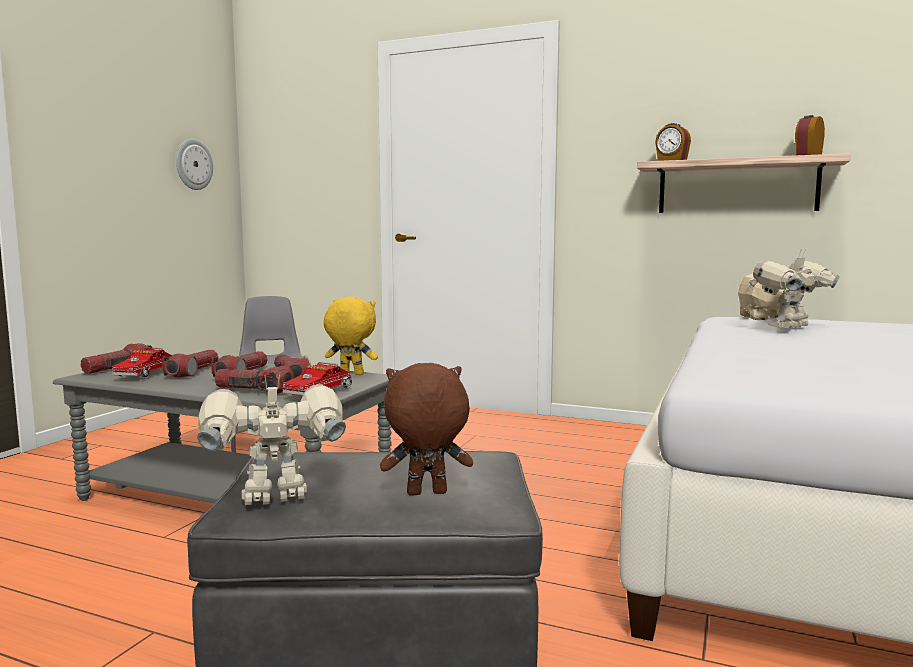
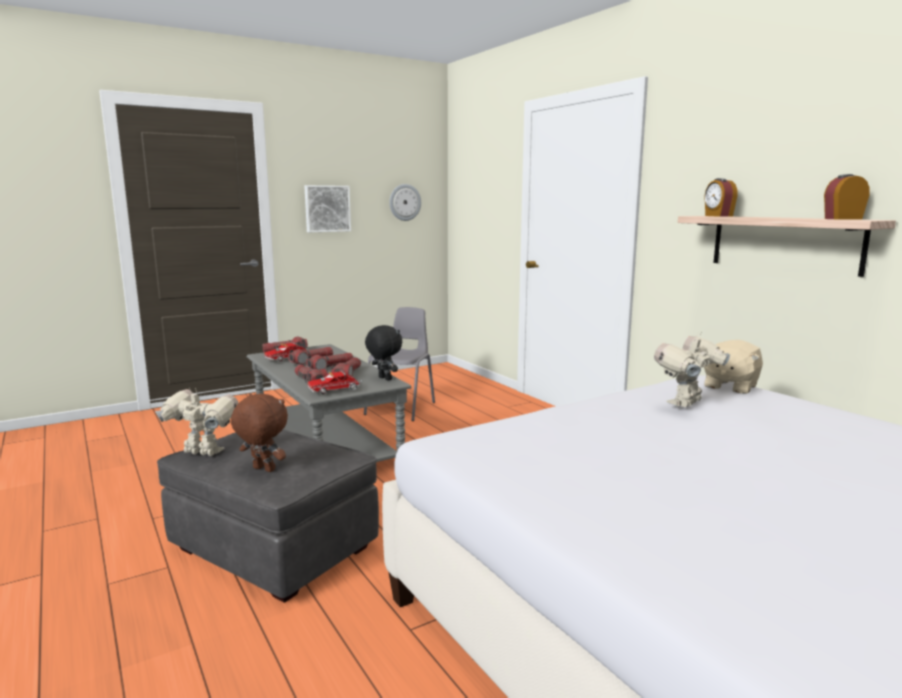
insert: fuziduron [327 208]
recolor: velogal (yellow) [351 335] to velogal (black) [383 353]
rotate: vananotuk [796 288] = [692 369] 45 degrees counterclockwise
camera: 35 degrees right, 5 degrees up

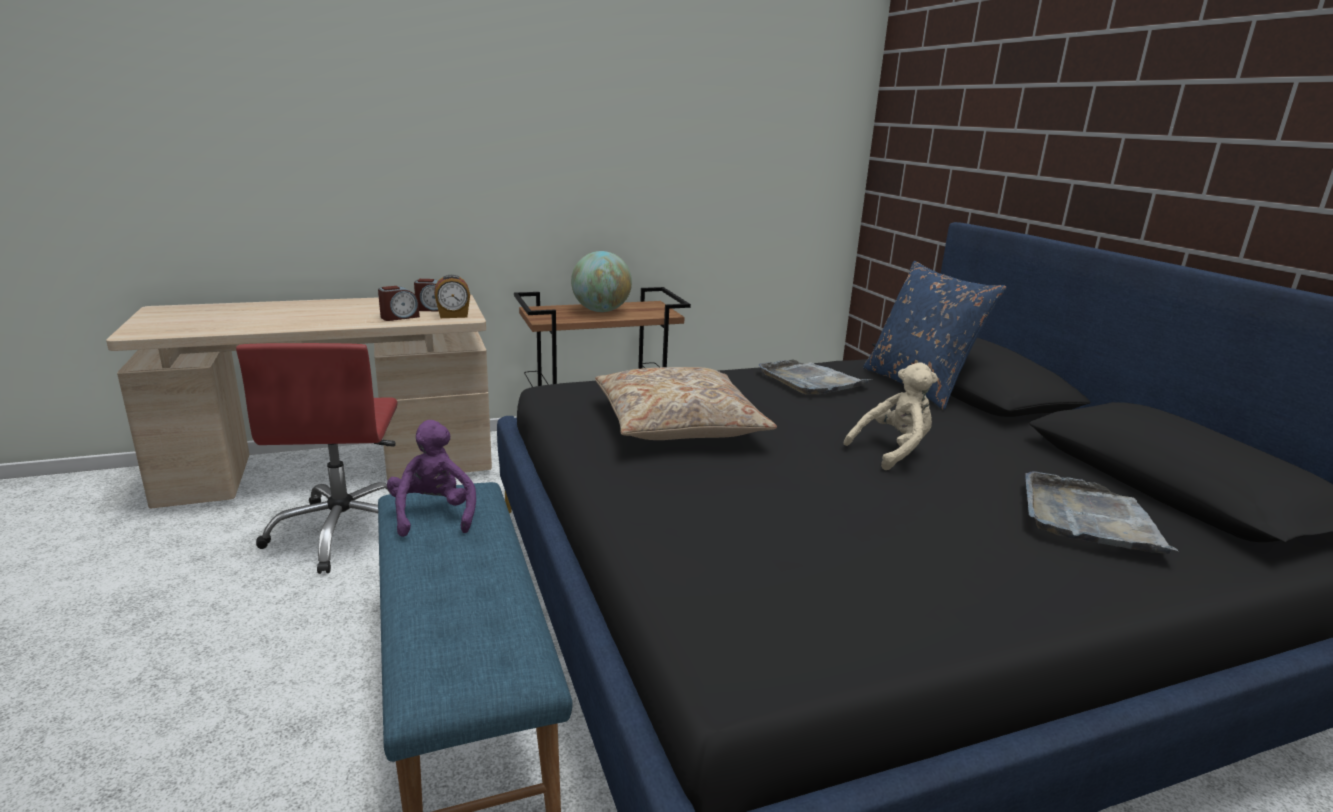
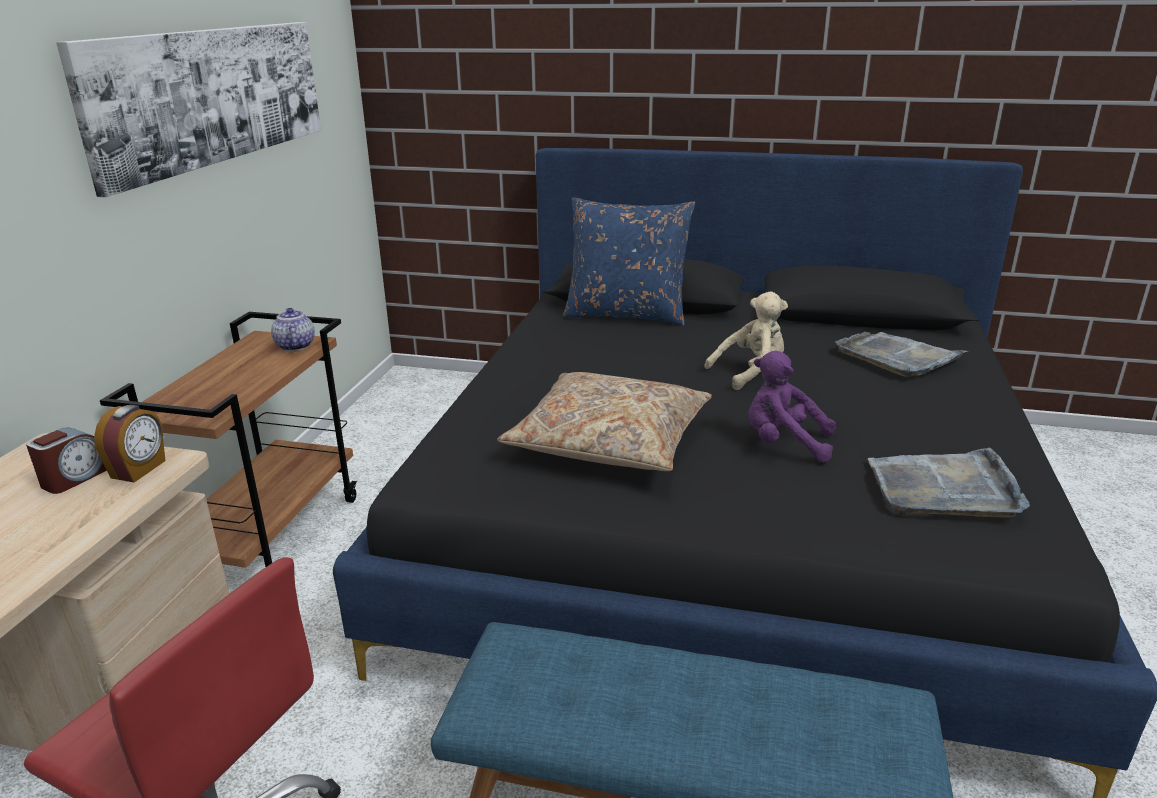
delete: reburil [399 303]; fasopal [601 281]
insert: fuziduron [188 109]; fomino [293 329]
move: velogal (purple) [431 478] to [792 406]; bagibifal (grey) [815 377] to [949 482]
rotate: velogal (beige) [891 416] = [746 340] 60 degrees clockwise
camera: 55 degrees left, 5 degrees up

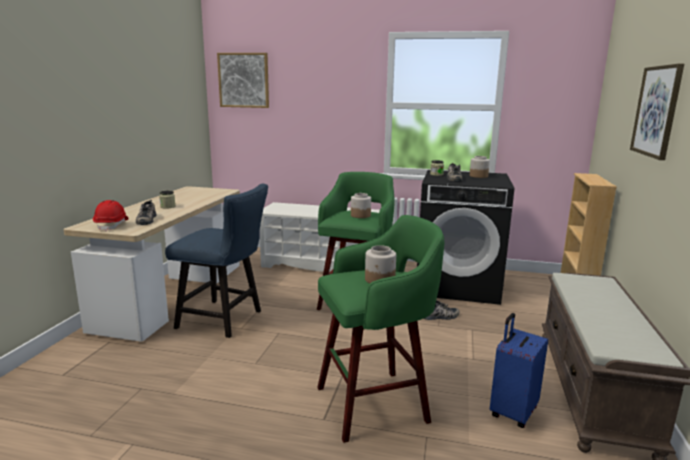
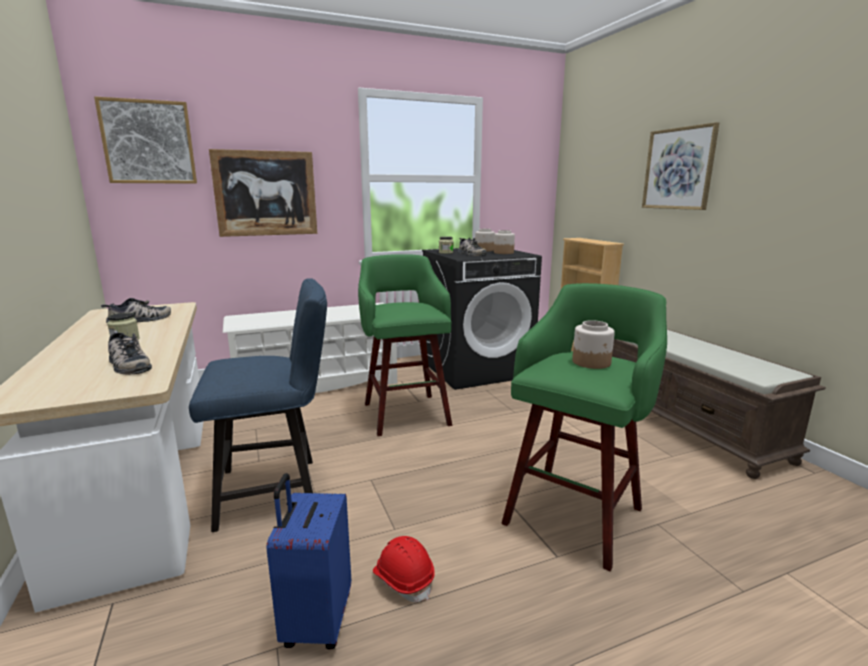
insert: fuziduron [263 193]
move: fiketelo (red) [110 215] to [404 569]; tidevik [361 205] to [504 242]; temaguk [441 310] to [136 310]; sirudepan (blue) [519 370] to [308 561]
camera: 35 degrees left, 0 degrees up

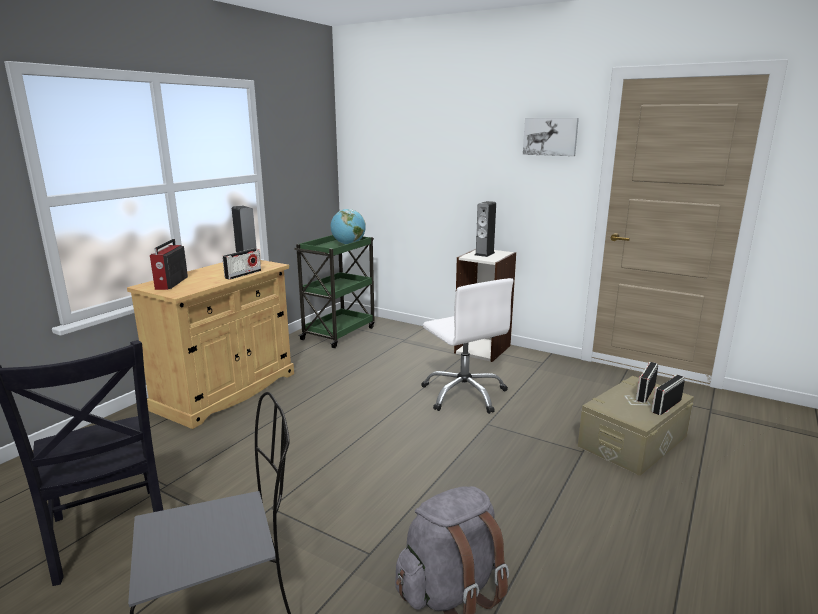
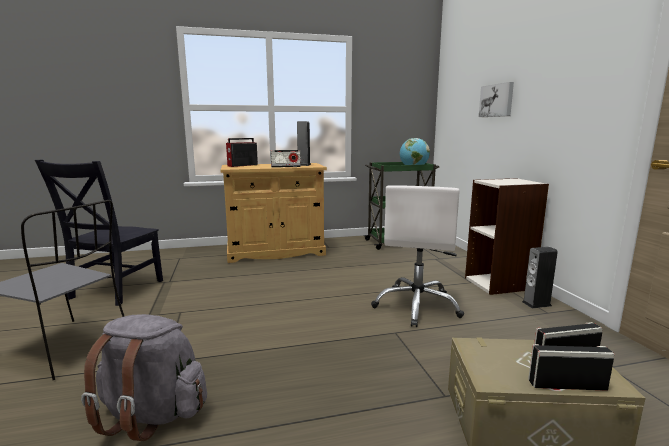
move: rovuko [485 229] to [540 277]; fuziduron [551 137] to [496 99]
camera: 45 degrees right, 5 degrees down

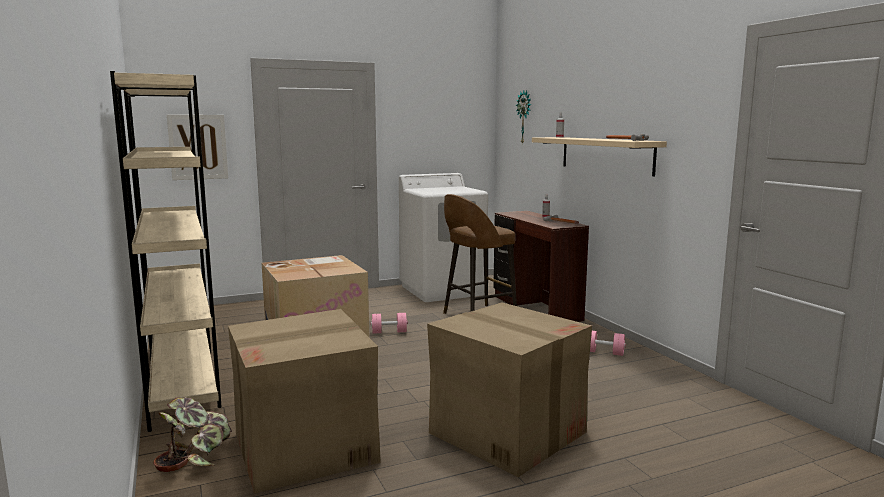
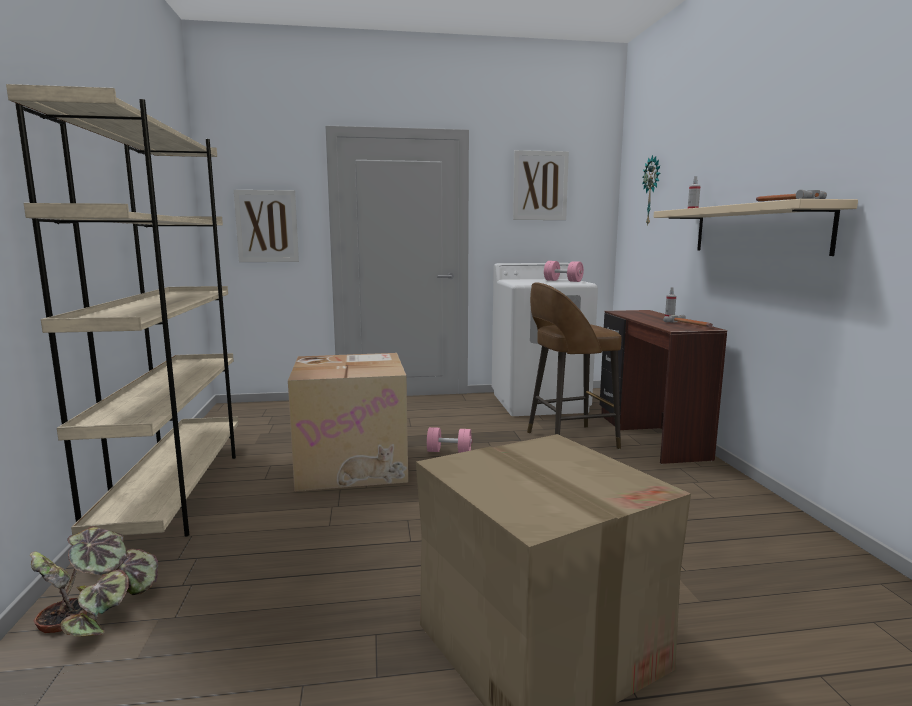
delete: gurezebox [304 401]
insert: fuziduron [541 185]
move: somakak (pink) [608 343] to [564 271]
camera: 15 degrees right, 0 degrees up

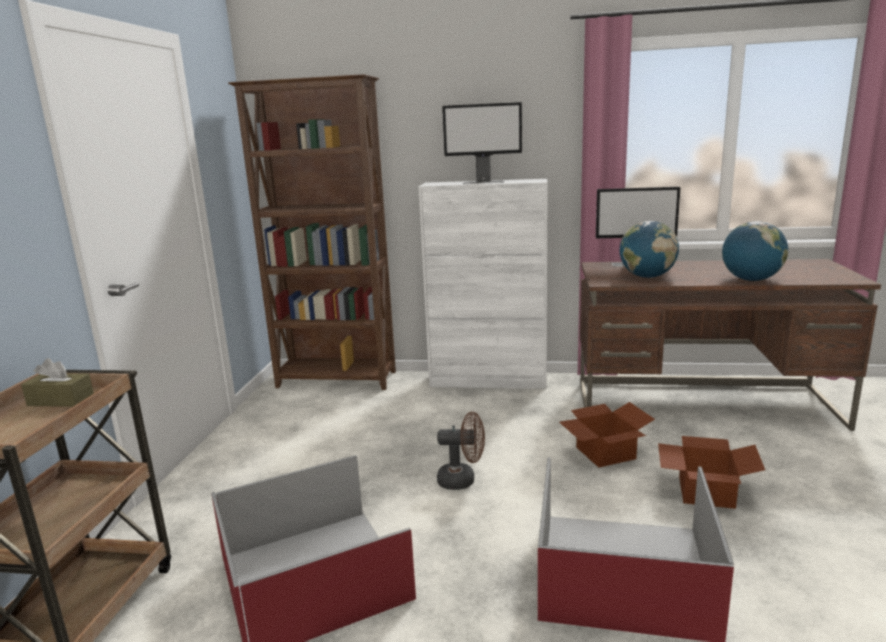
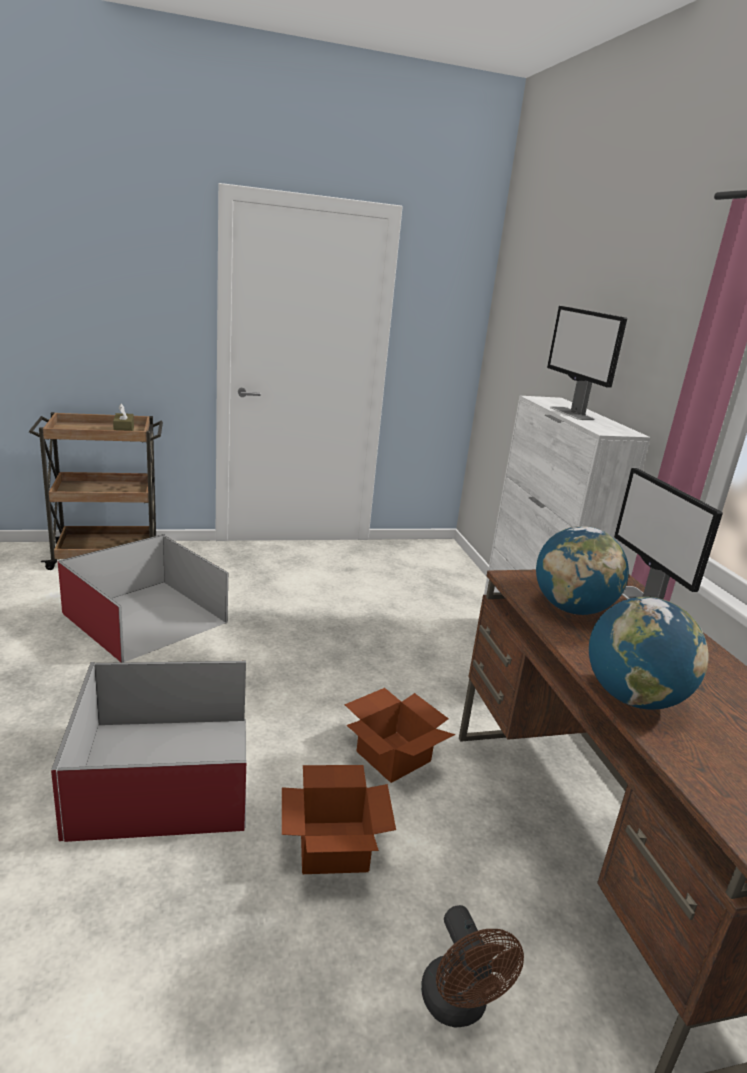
delete: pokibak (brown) [312 232]
move: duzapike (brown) [461 451] to [472 966]
camera: 65 degrees right, 5 degrees up

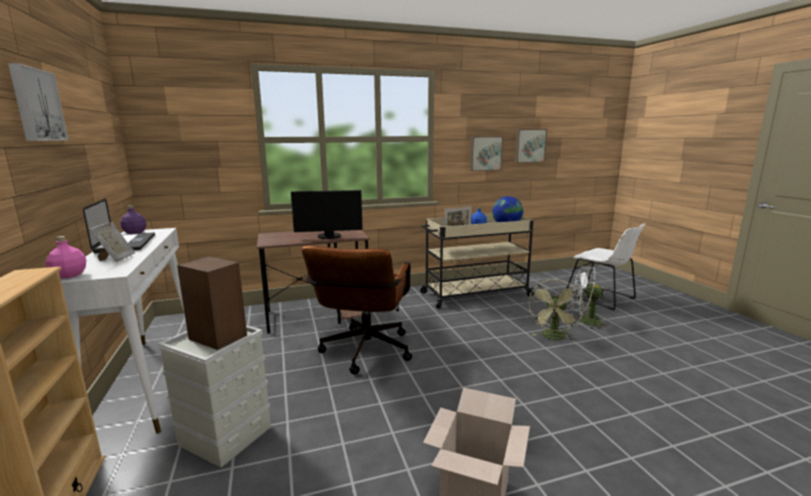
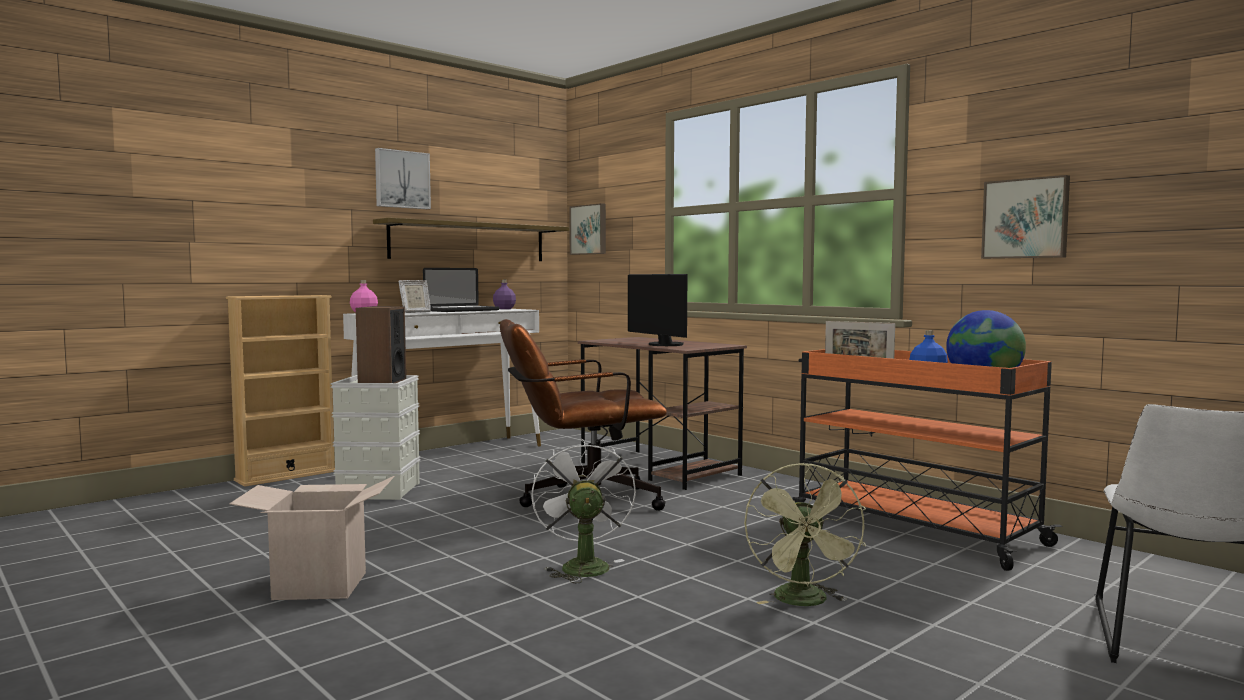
insert: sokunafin [471 239]
move: fuziduron [531 146] to [587 229]; duzapike (white) [590 297] to [584 511]
recolor: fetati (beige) [477 261] to fetati (orange) [927 460]
rotate: duzapike (green) [556 310] = [805 534] 90 degrees counterclockwise
camera: 65 degrees right, 10 degrees down

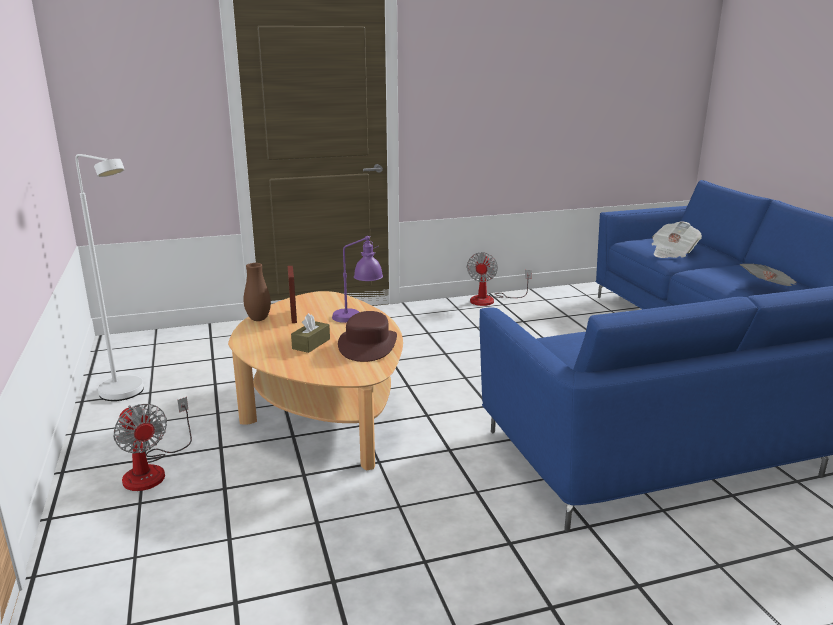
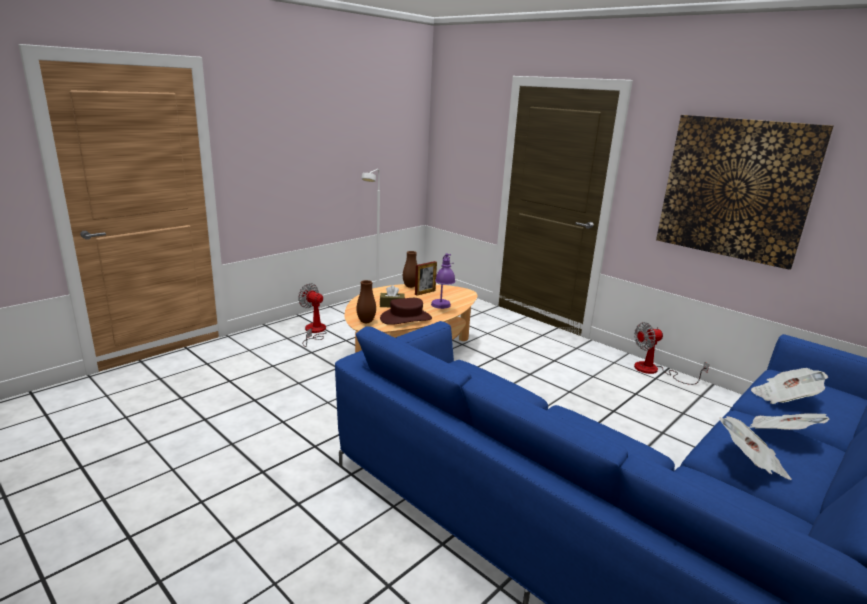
insert: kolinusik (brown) [366 301]; fuziduron [744 192]; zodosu [789 421]
rotate: duzapike [152 444] = [312 315] 105 degrees clockwise
camera: 60 degrees right, 0 degrees up

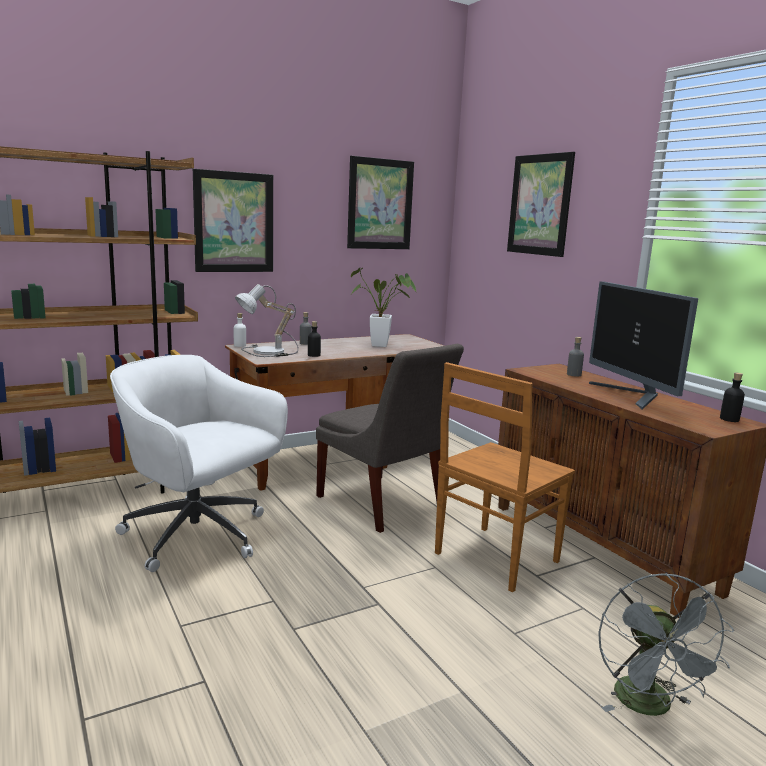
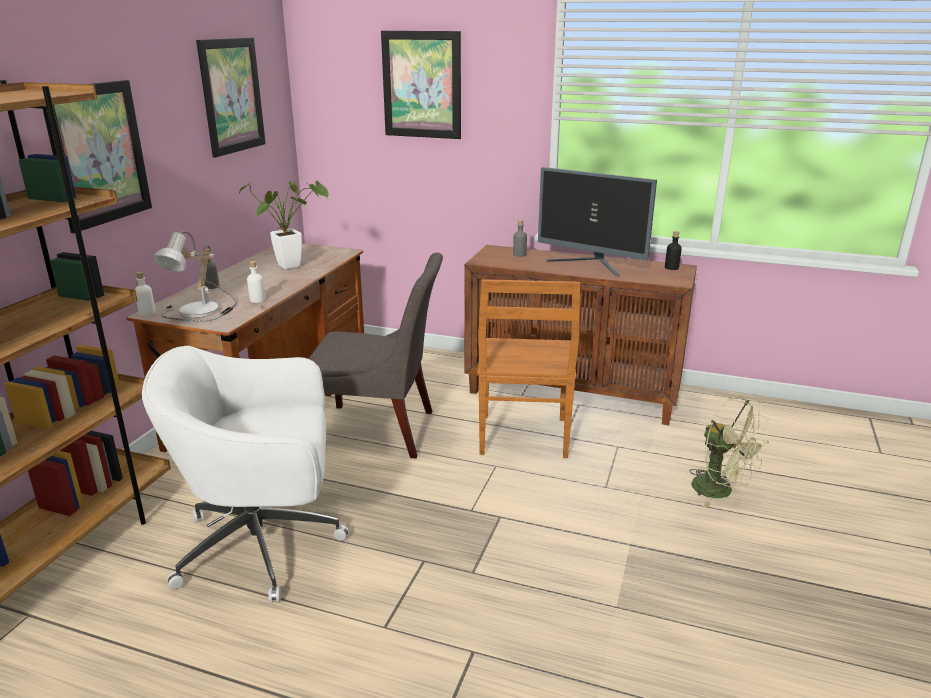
recolor: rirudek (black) [314 339] to rirudek (white) [256 282]; duzapike (grey) [666 644] to duzapike (green) [729 452]
camera: 40 degrees left, 10 degrees up

